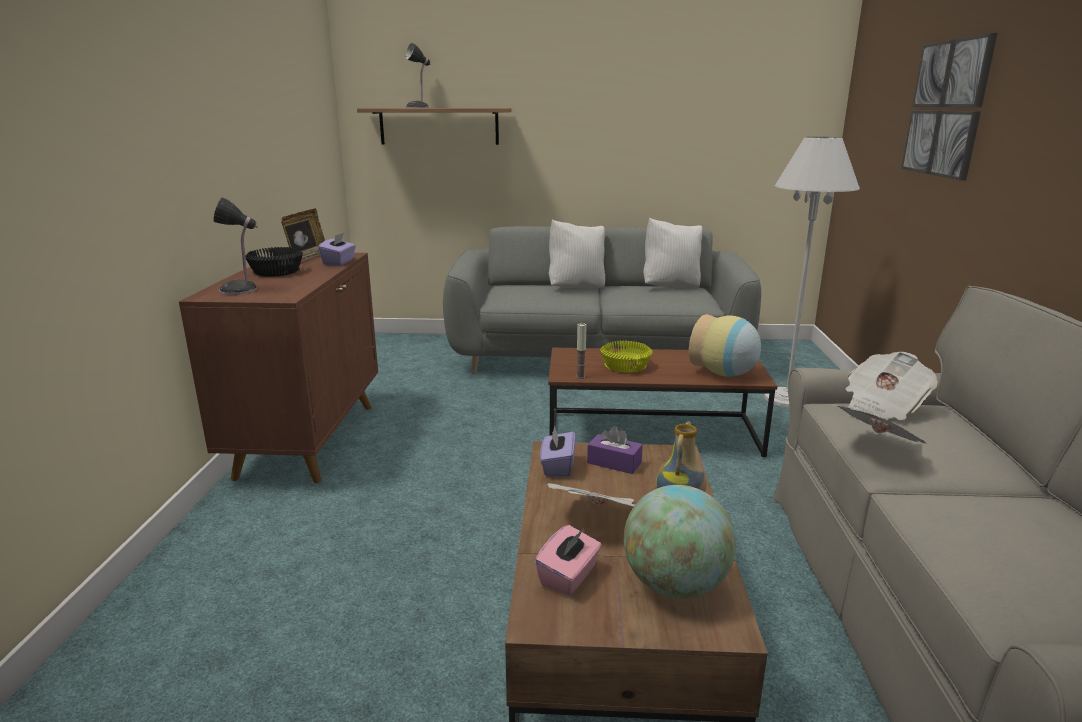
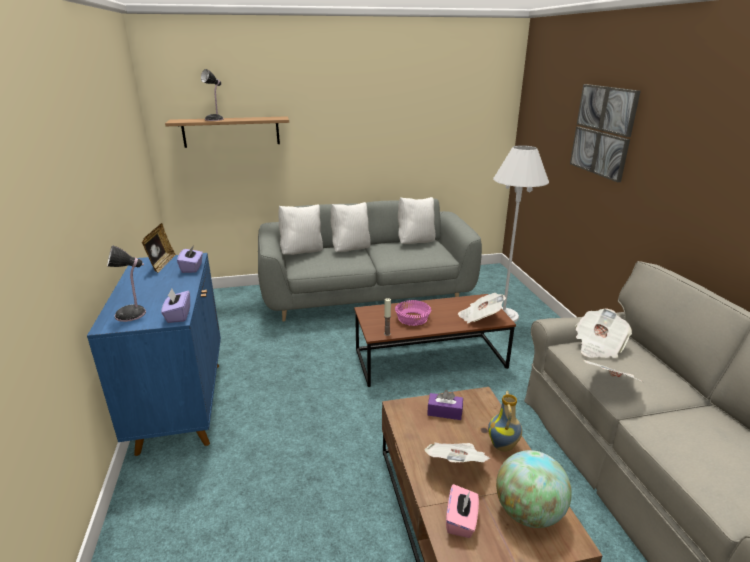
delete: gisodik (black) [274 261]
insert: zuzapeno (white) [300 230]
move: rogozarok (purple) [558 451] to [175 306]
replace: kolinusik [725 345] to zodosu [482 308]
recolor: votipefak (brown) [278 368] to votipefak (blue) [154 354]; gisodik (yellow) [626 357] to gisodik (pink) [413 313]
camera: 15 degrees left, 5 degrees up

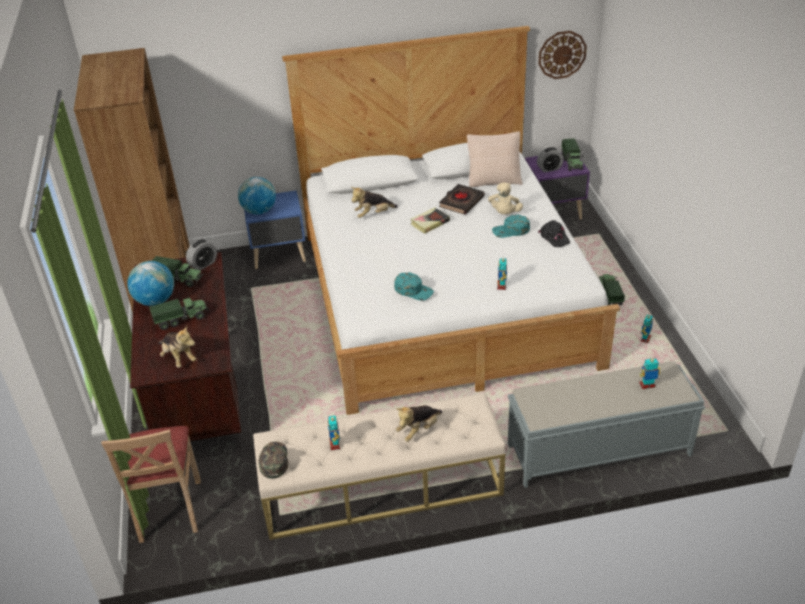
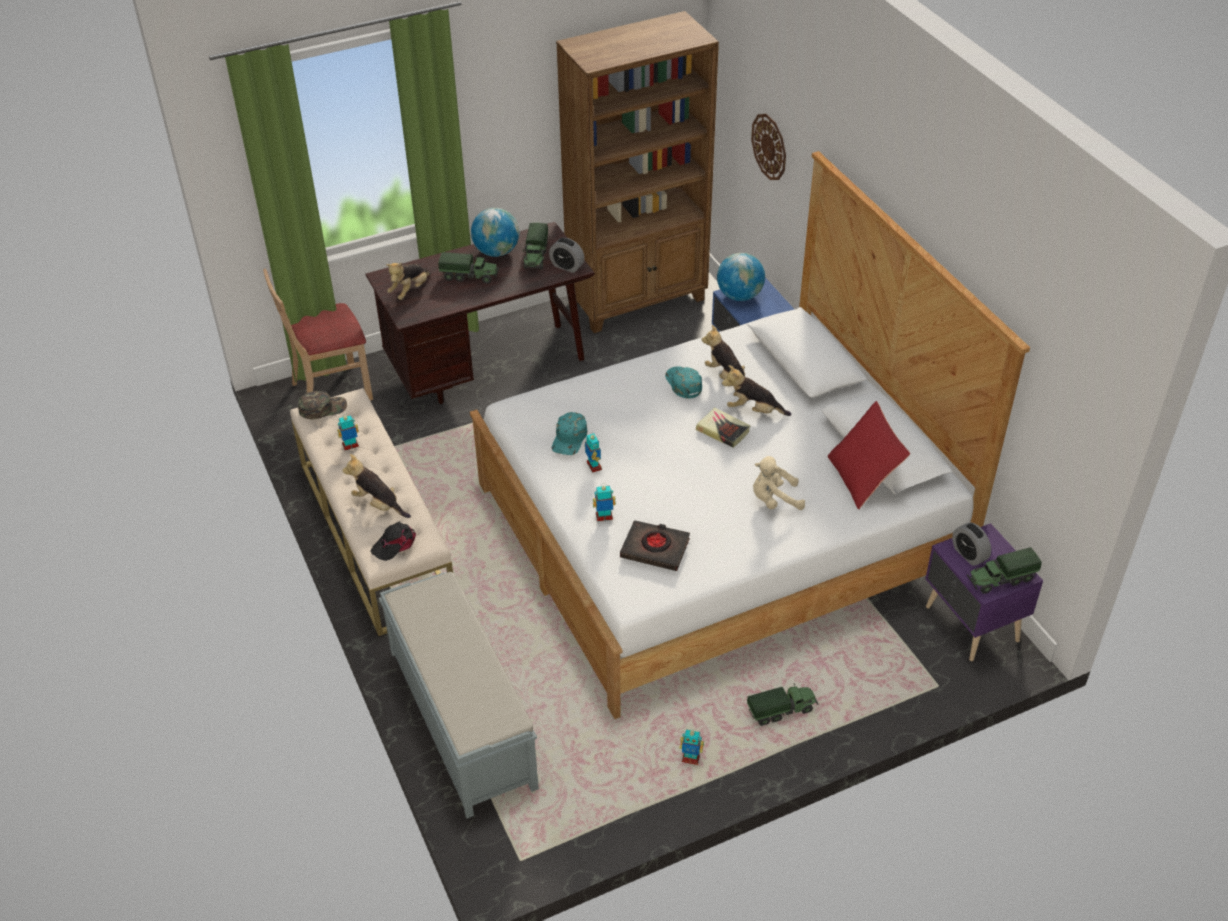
insert: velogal [756 390]
move: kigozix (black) [462 199] to [655 545]; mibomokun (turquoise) [511 226] to [683 382]; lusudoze [562 55] to [768 147]; mibomokun (black) [554 233] to [393 541]; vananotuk [650 372] to [593 453]
recolor: zuzapeno (beige) [495 159] to zuzapeno (red) [869 455]
rotate: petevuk [178 313] = [468 268] 45 degrees counterclockwise
camera: 75 degrees right, 5 degrees up

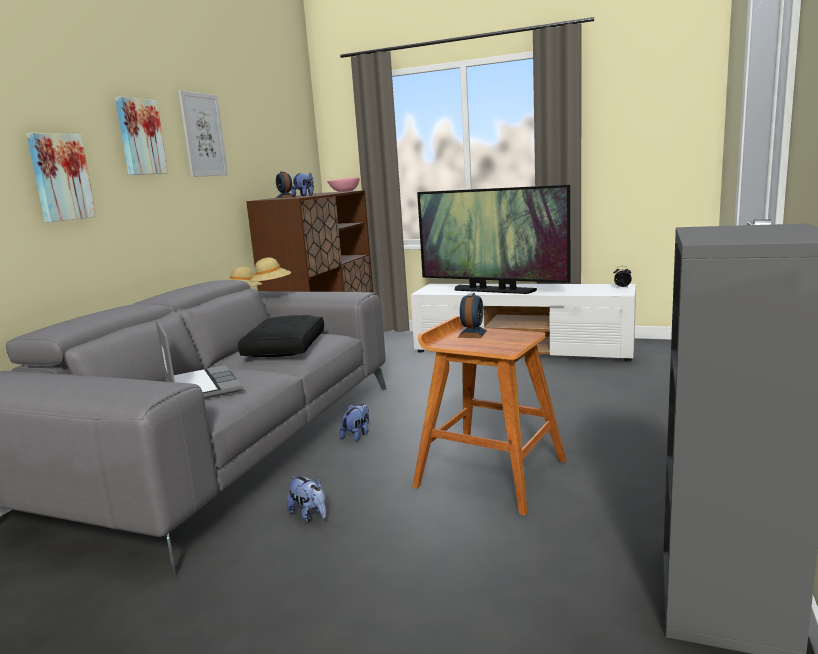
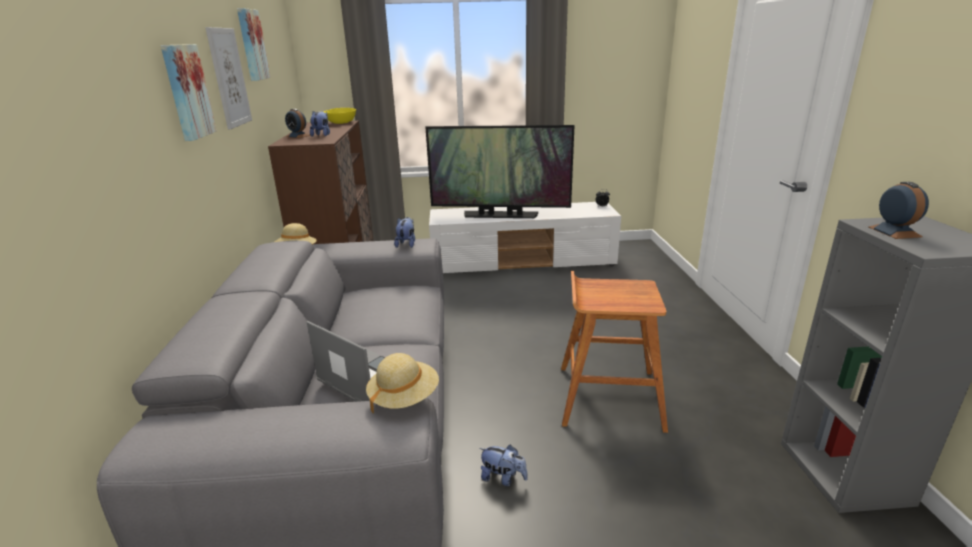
delete: zuzapeno (black) [281 336]
move: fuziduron [61 177] to [254 44]; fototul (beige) [270 272] to [402 383]; velogal [354 423] to [404 232]; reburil [472 315] to [899 210]
recolor: gisodik (pink) [343 184] to gisodik (yellow) [339 116]
camera: 25 degrees left, 10 degrees up

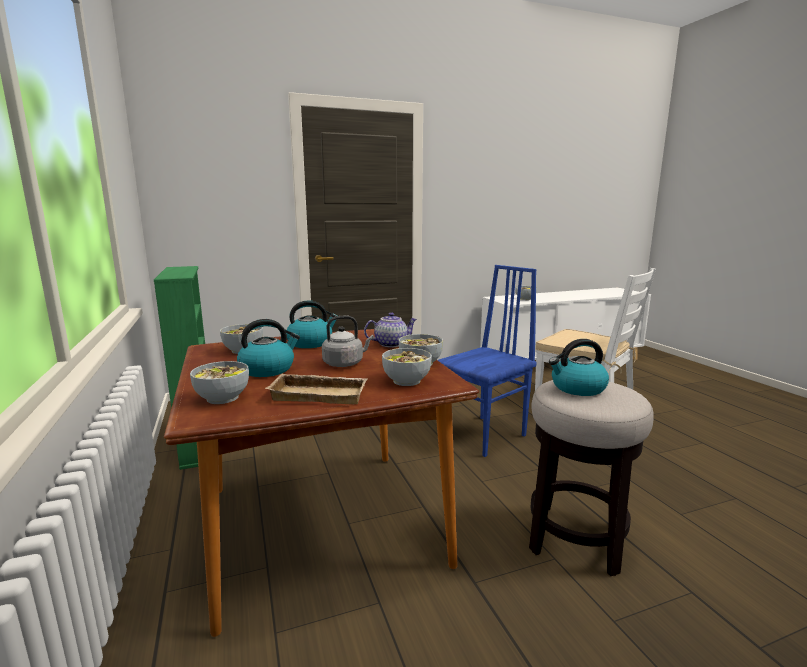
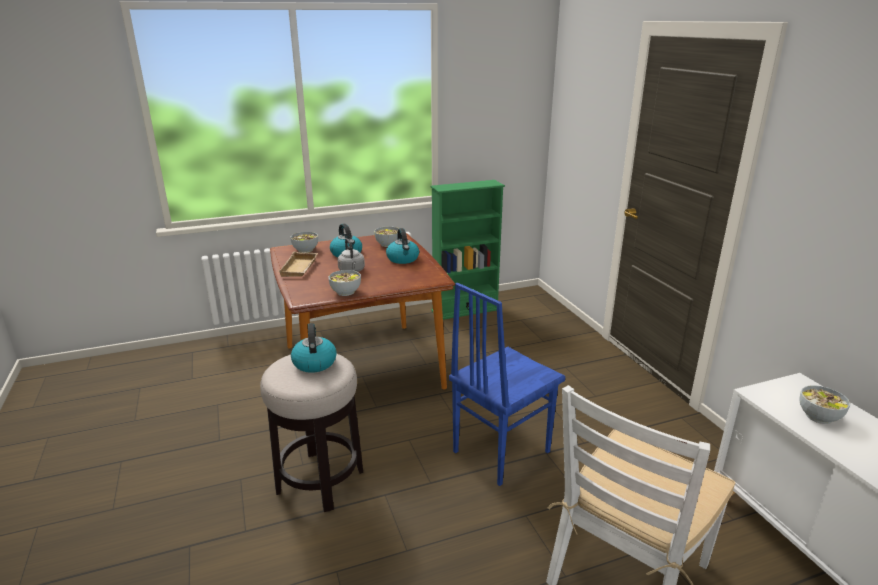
delete: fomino [390 329]; gisodik [407 367]
rotate: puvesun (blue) [487 361] = [507 384] 90 degrees clockwise
camera: 90 degrees right, 10 degrees up

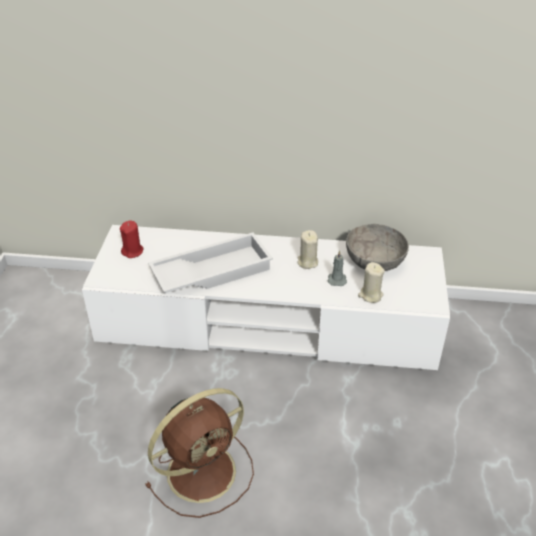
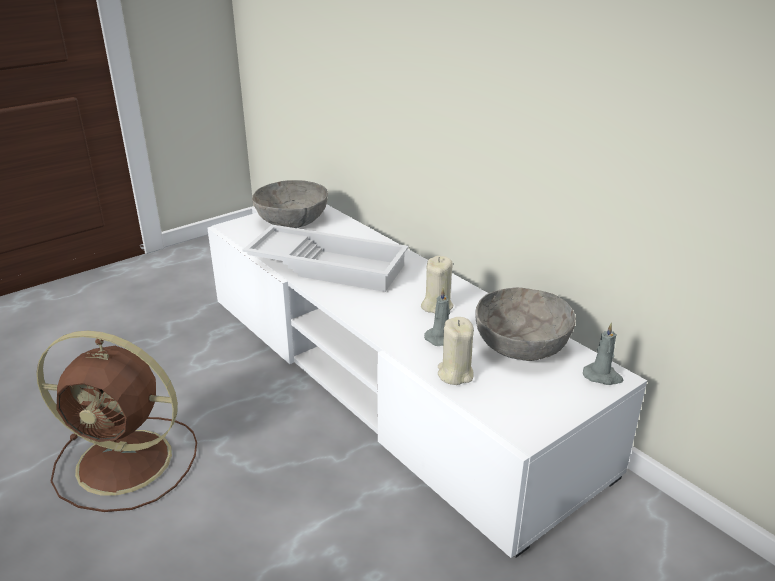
insert: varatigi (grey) [603 353]
replace: varatigi (red) [131 239] to gisodik (grey) [290 204]
camera: 45 degrees right, 10 degrees down

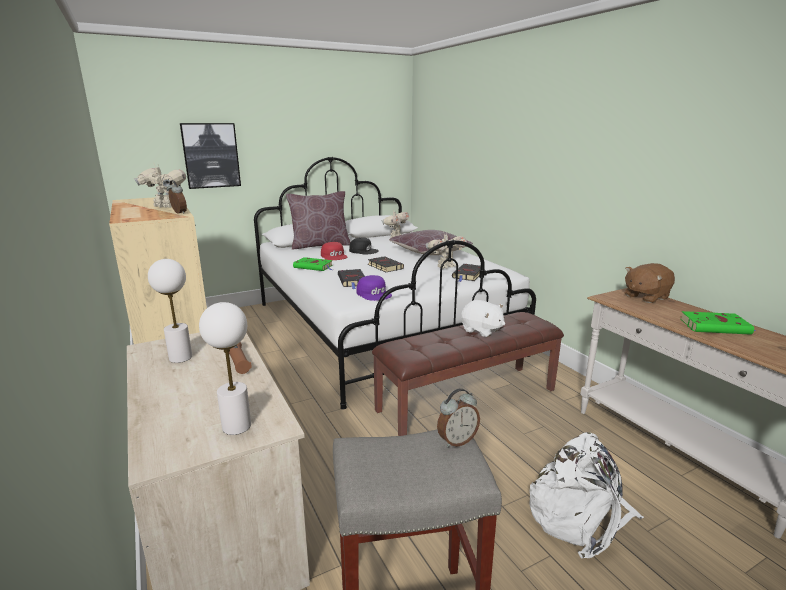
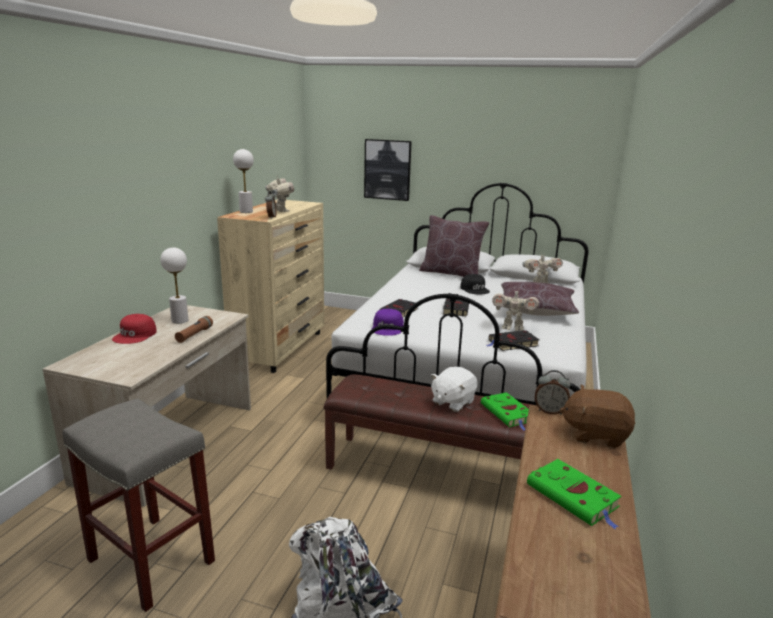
move: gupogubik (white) [225 368] to [243 181]; kigozix (green) [313 264] to [505 411]; mibomokun (red) [334 251] to [134 329]; reburil [458 418] to [552 392]
rotate: velogal (white) [483 318] = [454 389] 45 degrees clockwise
camera: 45 degrees right, 0 degrees up

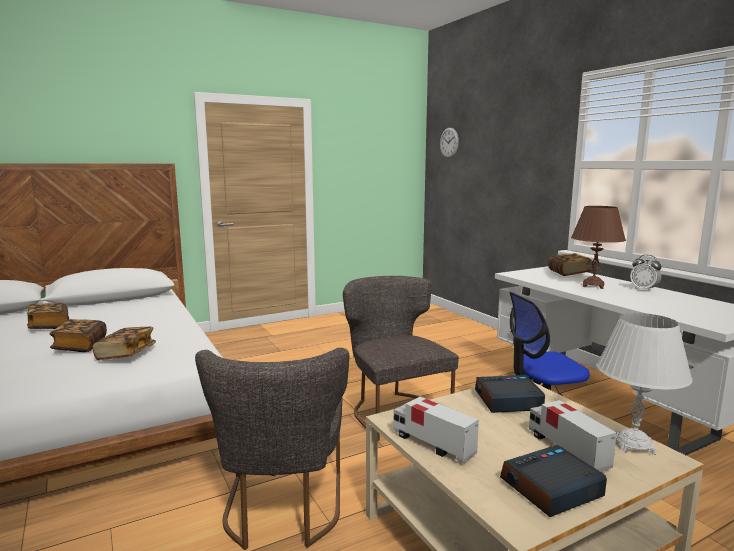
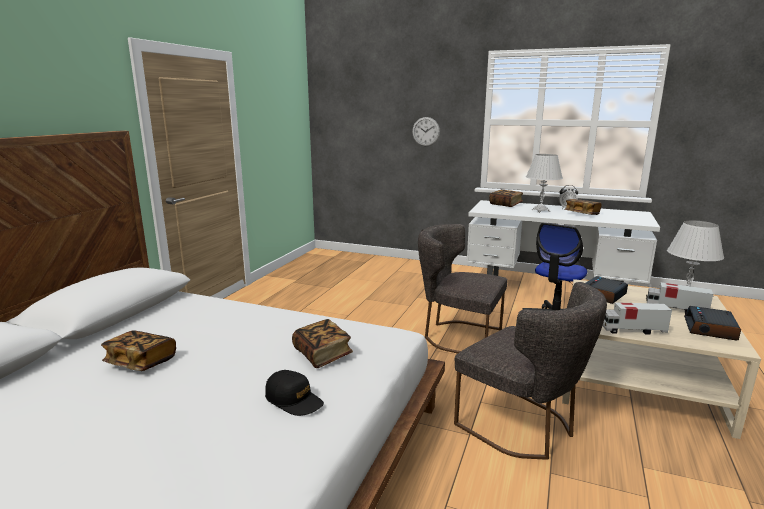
insert: mibomokun (black) [294 393]
move: kigozix [78 335] to [583 207]; lusudoze [449 143] to [426 131]
recolor: gupogubik (brown) [598 247] to gupogubik (white) [544 183]
camera: 40 degrees left, 5 degrees up

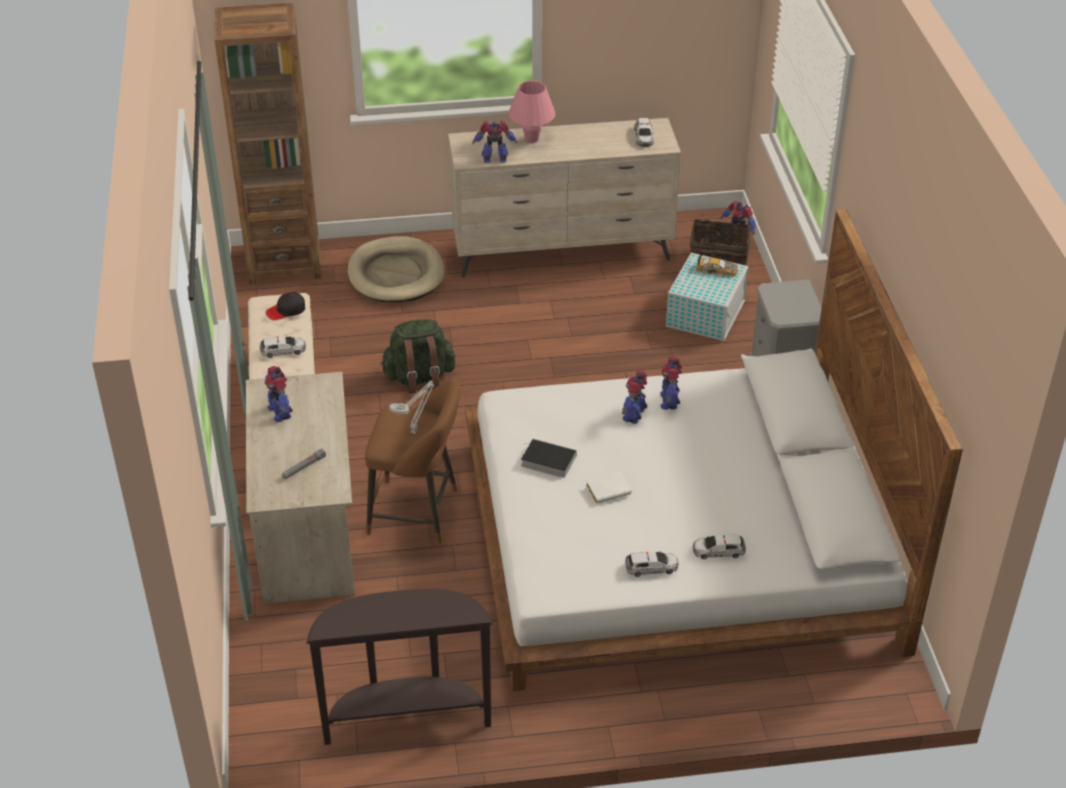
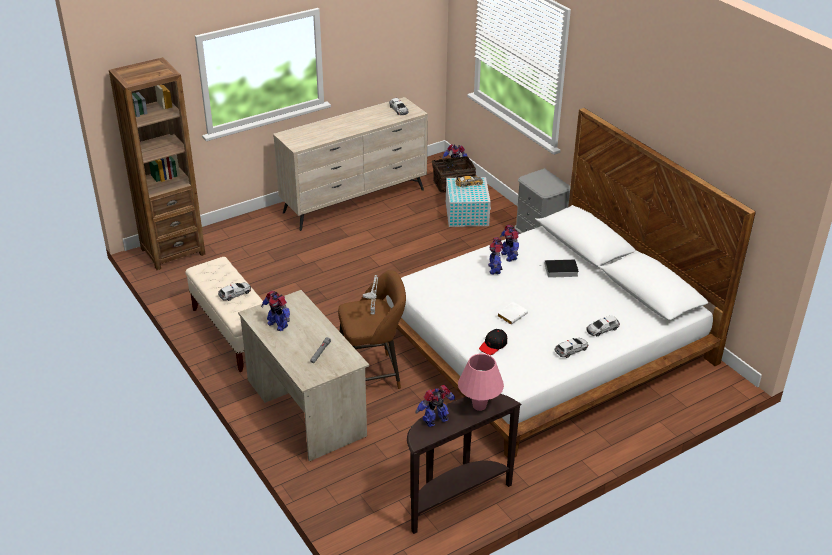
delete: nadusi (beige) [396 269]; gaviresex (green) [417 356]
move: mibomokun (black) [285 306] to [493 342]; vananotuk [494 142] to [435 406]; gupogubik (pink) [531 111] to [481 382]; kigozix [549 458] to [559 268]
camera: 25 degrees left, 5 degrees down

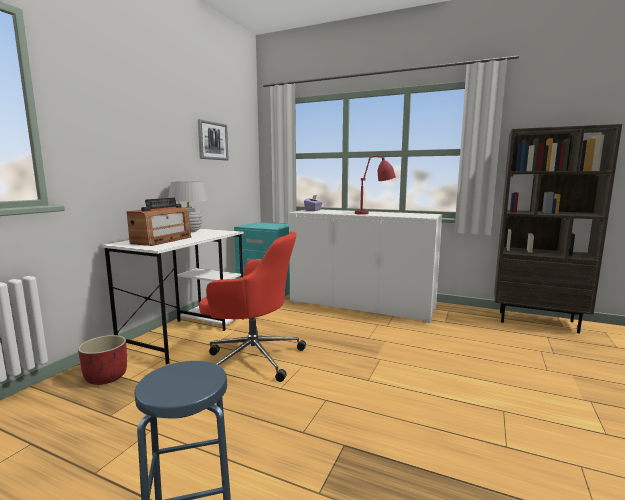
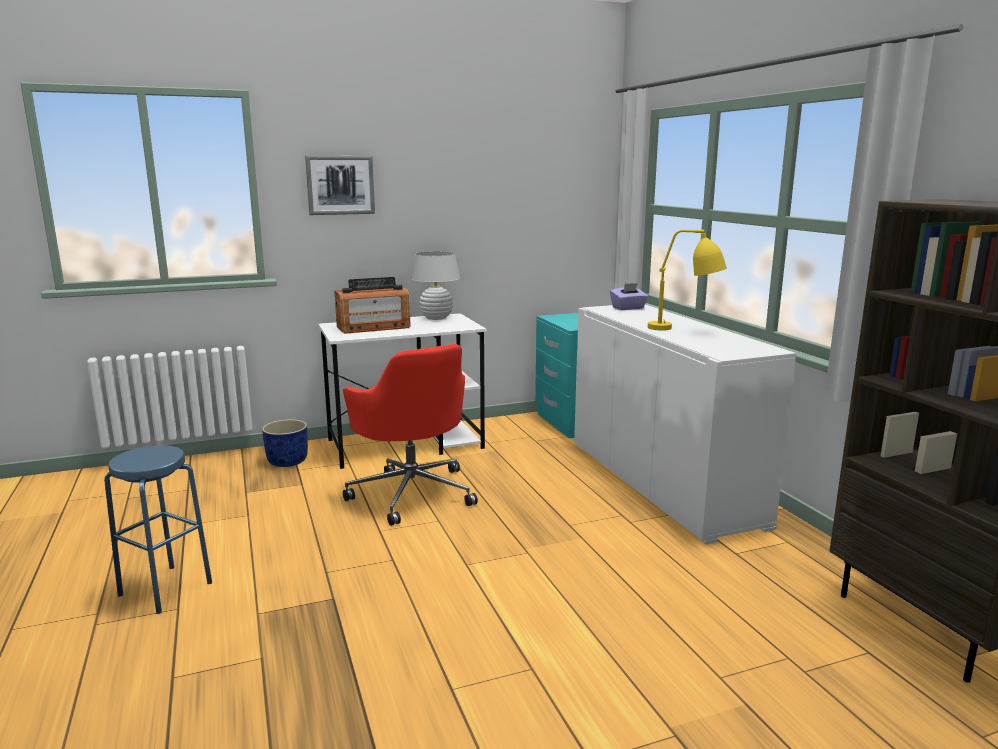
move: fuziduron [213 139] to [340 185]
recolor: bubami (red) [102 360] to bubami (blue) [285 443]; gupogubik (red) [375 185] to gupogubik (yellow) [687 280]
camera: 45 degrees right, 5 degrees up

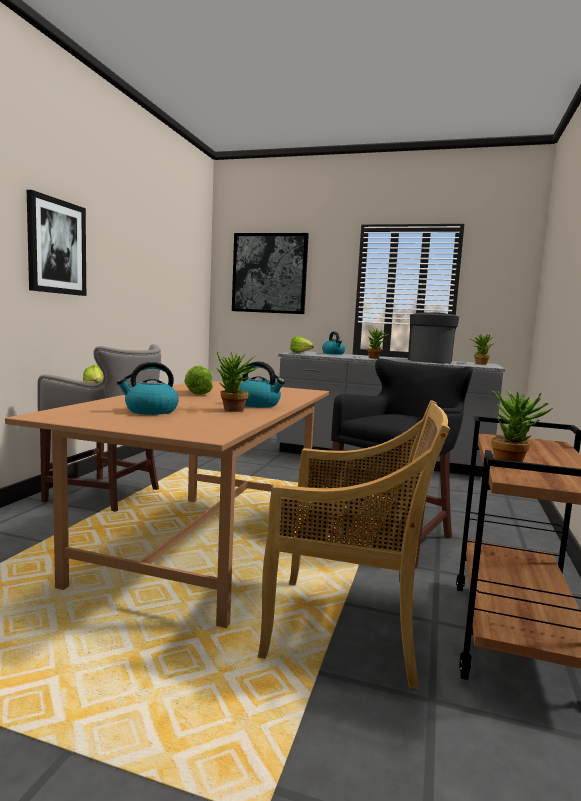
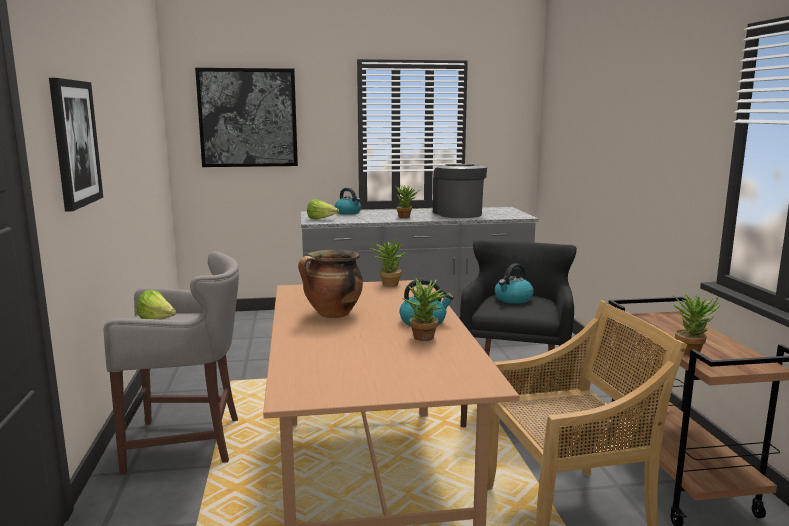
move: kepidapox [148 388] to [514 283]; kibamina [481 349] to [387 262]
replace: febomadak [198 380] to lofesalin [330 284]
camera: 25 degrees left, 5 degrees up

